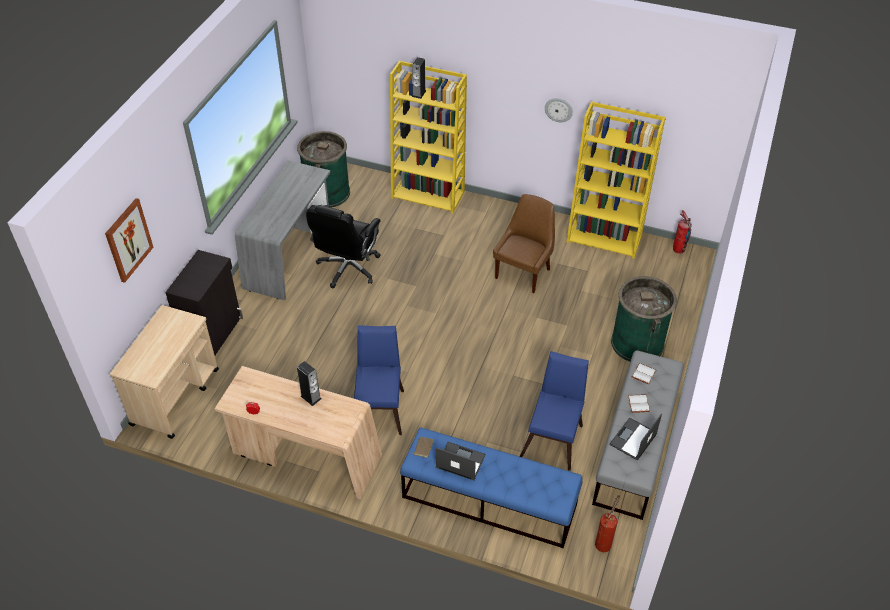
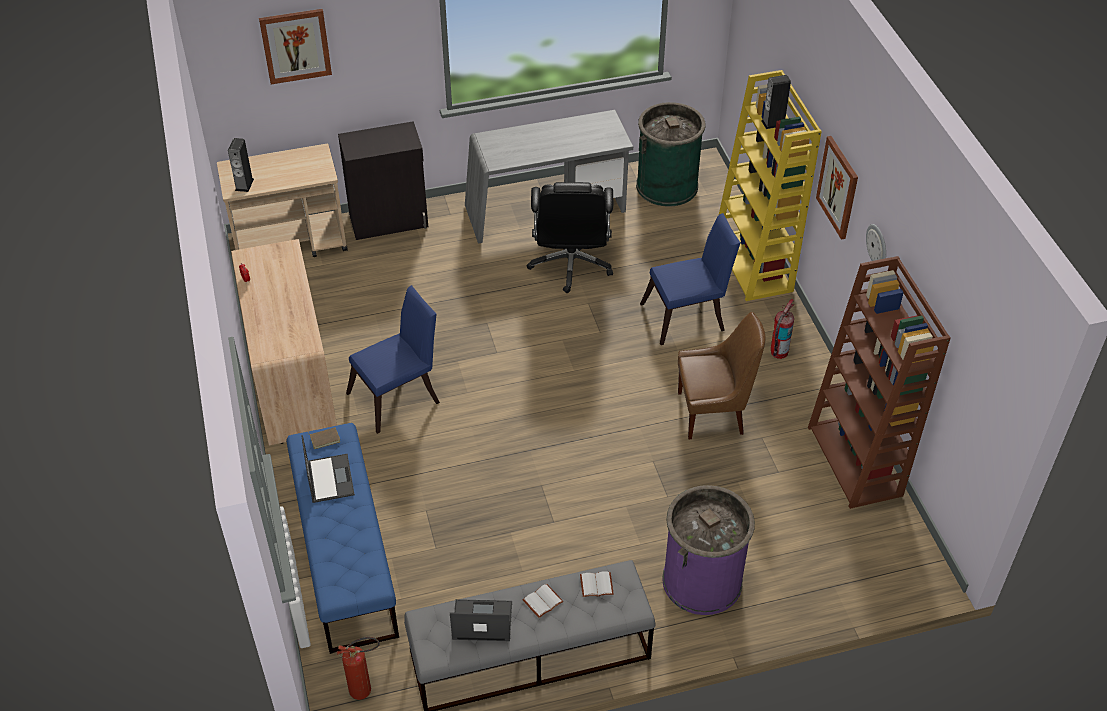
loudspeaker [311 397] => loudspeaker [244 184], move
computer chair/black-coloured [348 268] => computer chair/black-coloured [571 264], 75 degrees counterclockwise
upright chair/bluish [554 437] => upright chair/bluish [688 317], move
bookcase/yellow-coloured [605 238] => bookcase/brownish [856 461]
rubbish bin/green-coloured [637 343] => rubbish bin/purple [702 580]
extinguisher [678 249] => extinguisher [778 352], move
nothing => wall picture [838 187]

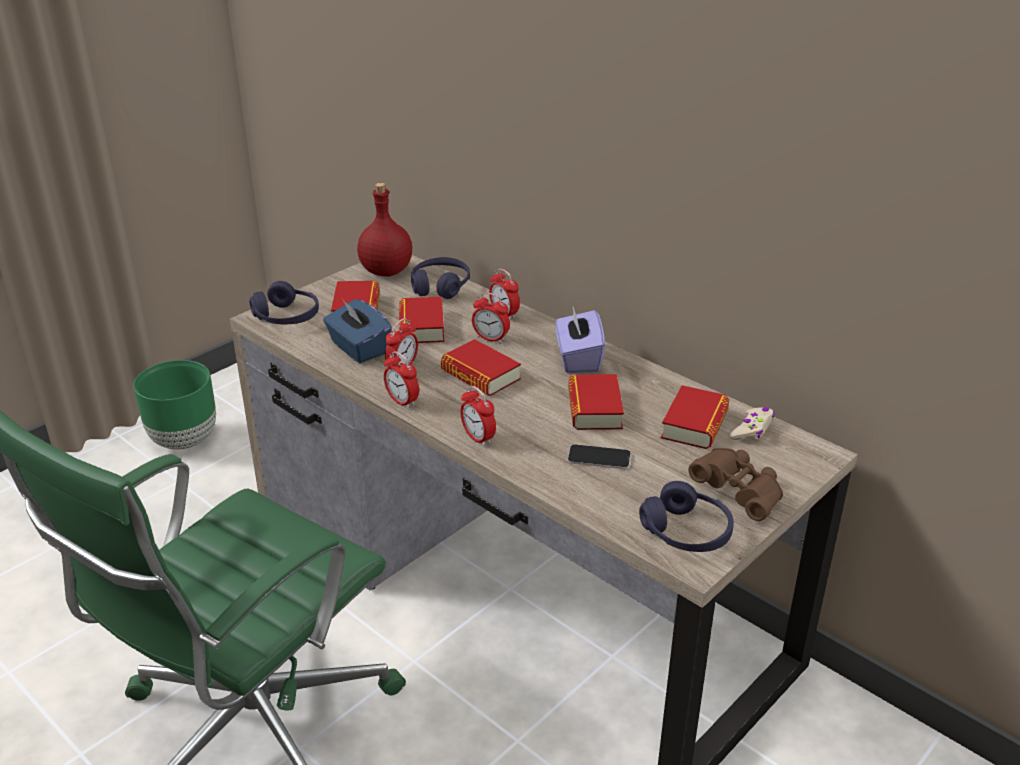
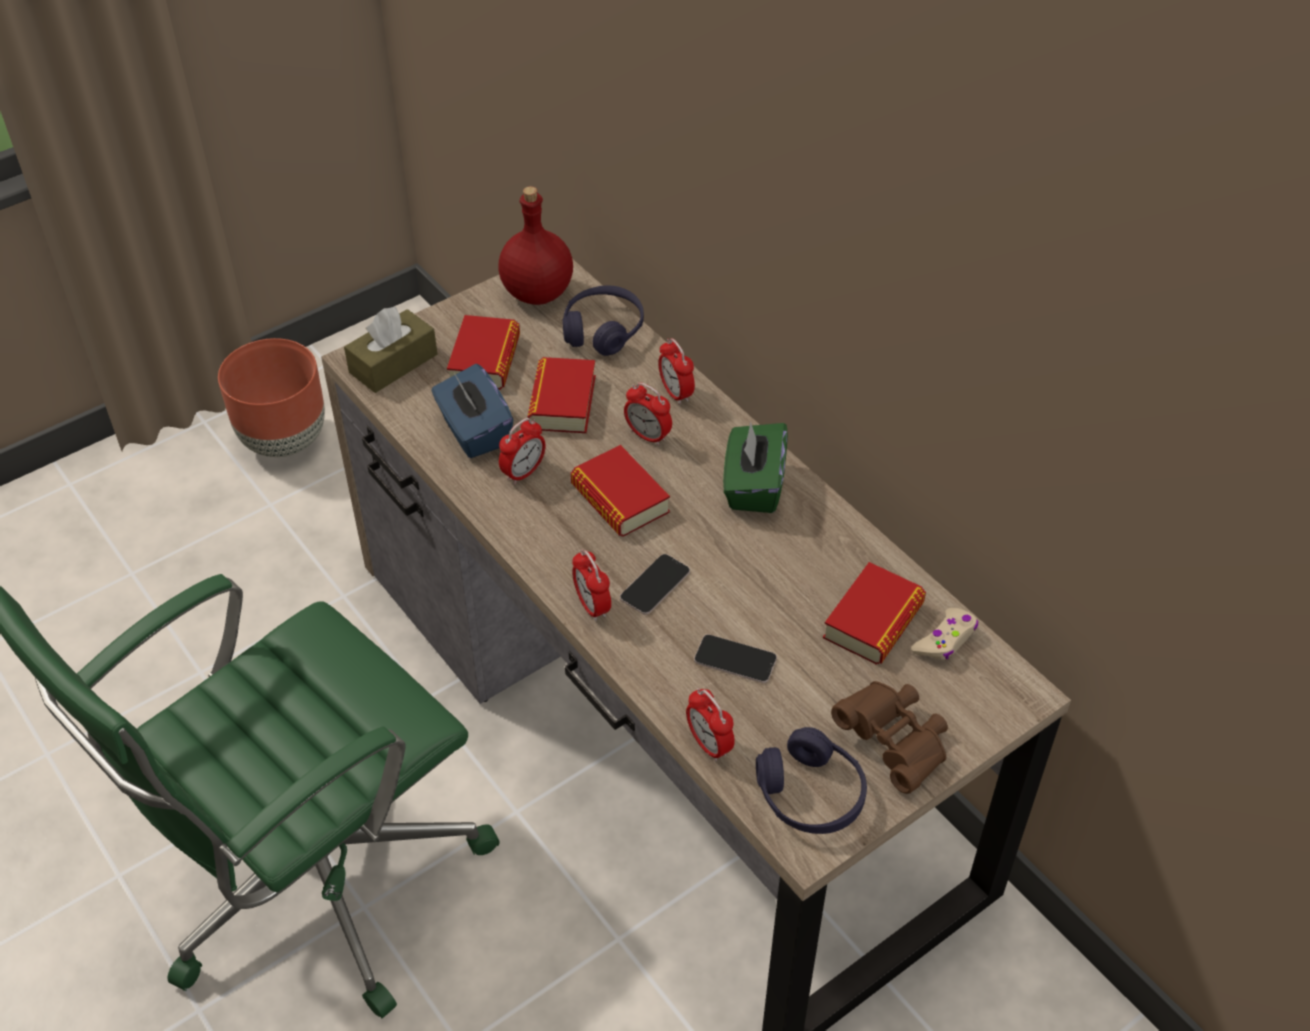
planter/green-coloured [184 440] => planter/brownish [284 441]
headphones/purple [287 317] => box of tissues/brownish [393 363]
alarm clock [402 401] => alarm clock [709 744], move
box of tissues/purple [578 359] => box of tissues/green-coloured [753 486]
volume [594 409] => nothing
nothing => phone [655 585]

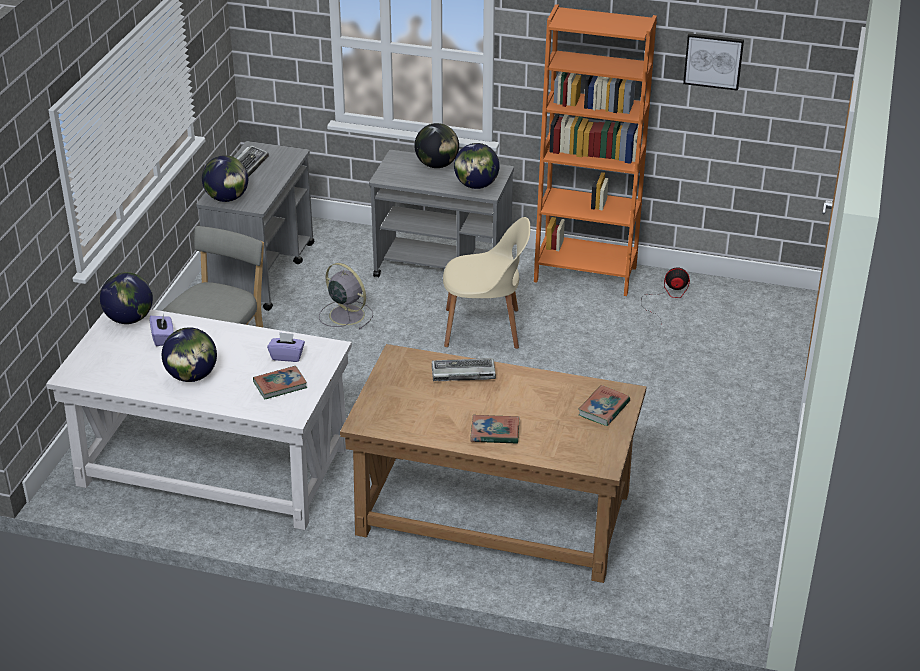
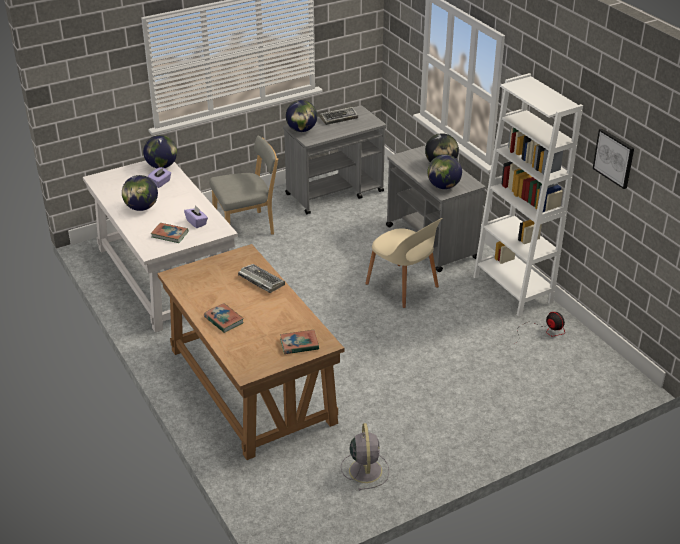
cooling fan/gray [345 314] => cooling fan/gray [365 469], move
bookcase/orangey [585 274] => bookcase/whitish [512 289]

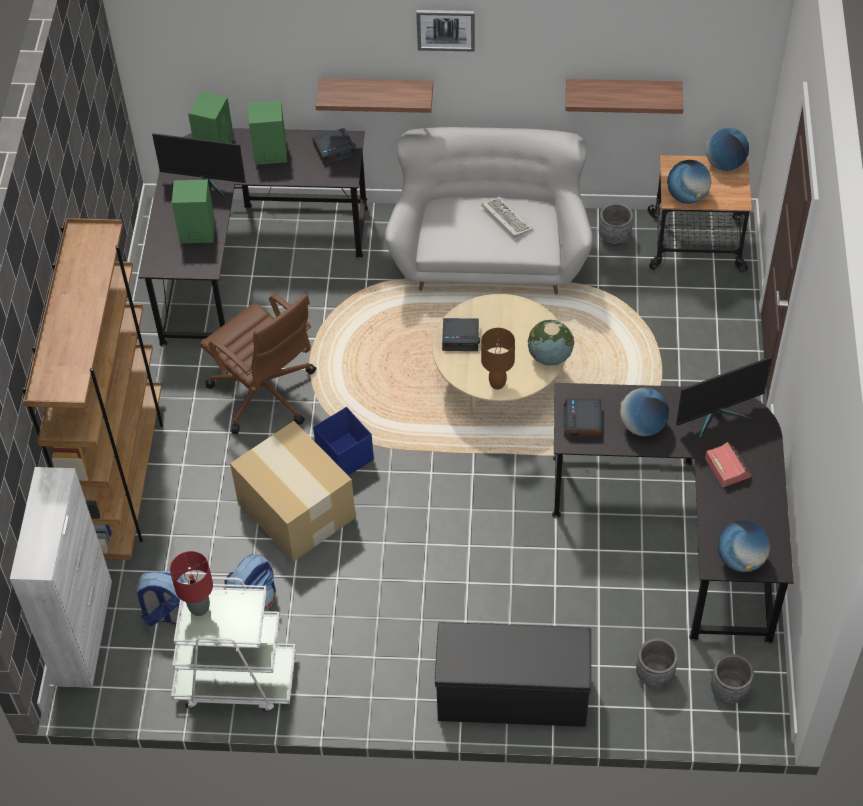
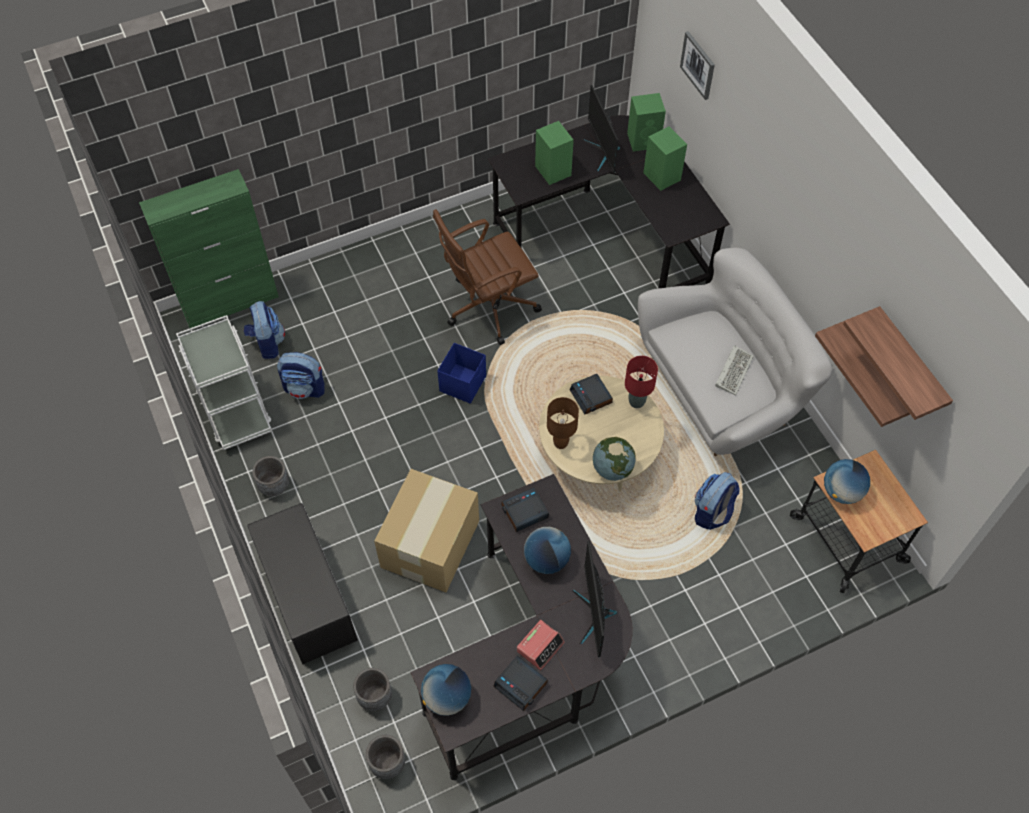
cupboard/whitish [84 632] => cupboard/green-coloured [230 302]
bookcase/brownish [124 480] => nothing
table lamp/red-coloured [199 607] => table lamp/red-coloured [637 402], move
computer chair/brownish [265 395] => computer chair/brownish [488 307], 45 degrees clockwise
cardboard box [296 508] => cardboard box [431 543], move
alarm clock [334 150] => alarm clock [521 684], move
shelf [376 92] => shelf [910 362], move
wall picture [446 29] => wall picture [698 65], move
planter/gray [614 237] => planter/gray [274 485], move
computer screen [717 415] => computer screen [594 615], 45 degrees clockwise
desk globe [724 164] => nothing
nothing => rucksack [712 512]

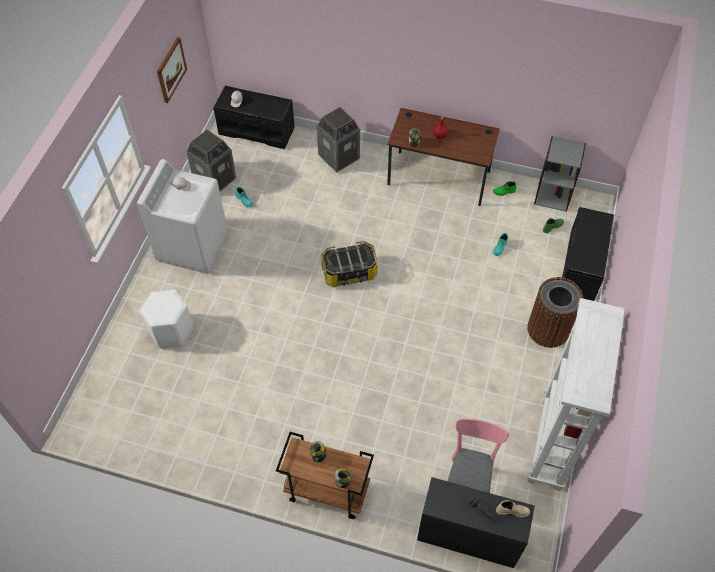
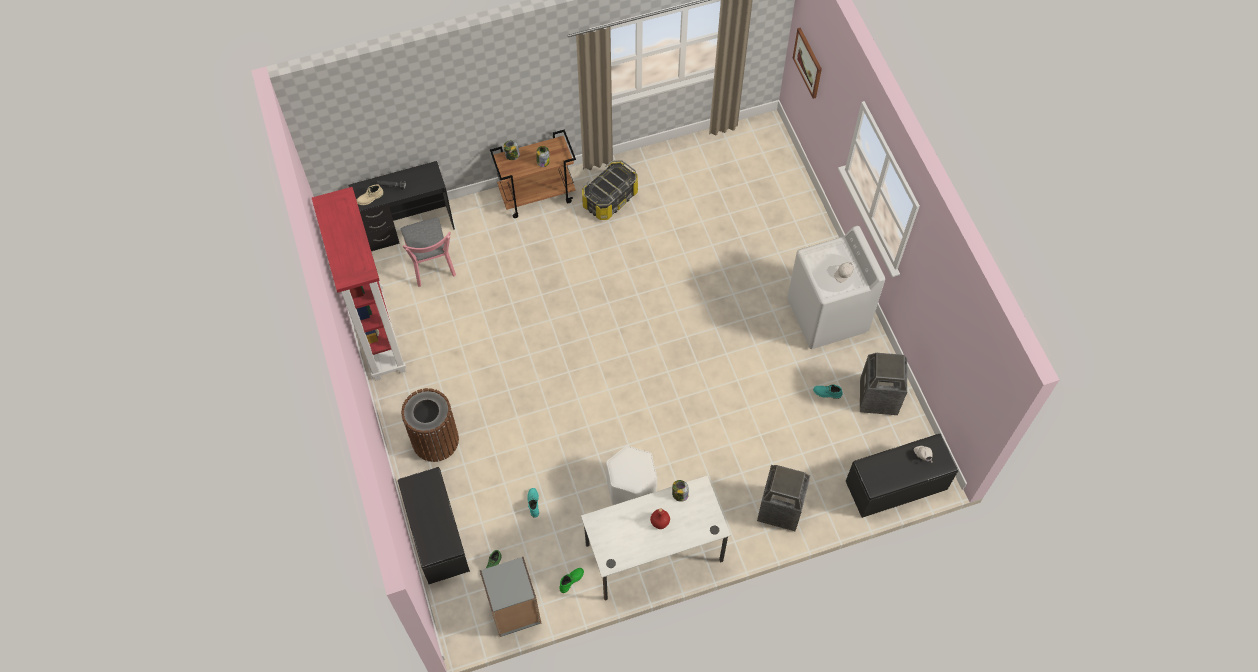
stool seat/whitish [171 330] => stool seat/whitish [632 488], move
wall picture [171 70] => wall picture [808 62], move
storage box [349 272] => storage box [610 199], move
desk/brownish [439 178] => desk/whitish [654 552]
bookcase/whitish [552 443] => bookcase/red-coloured [378 335]

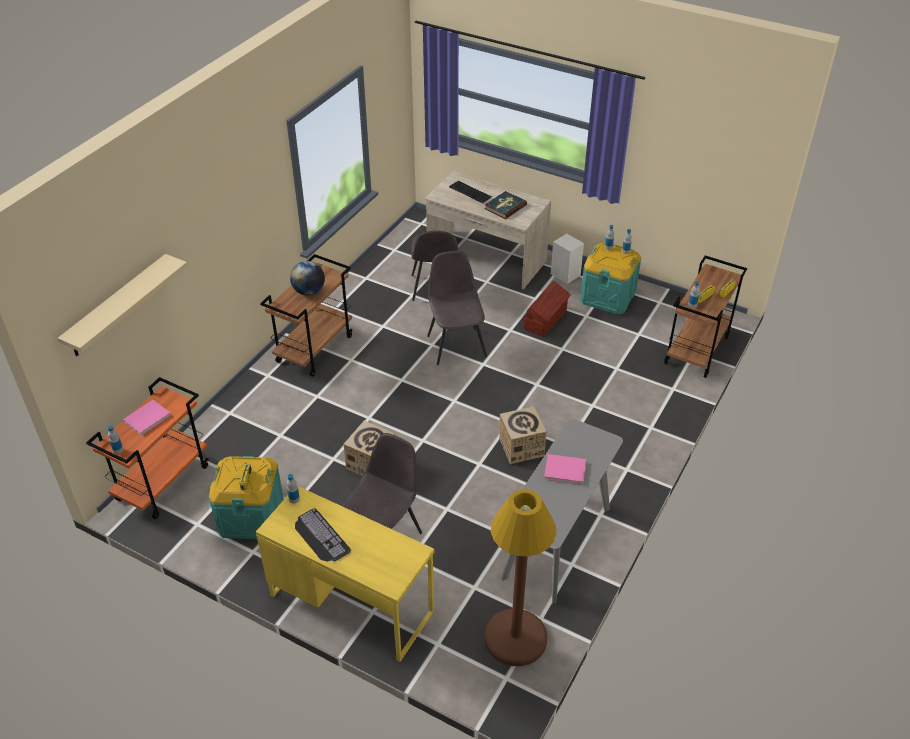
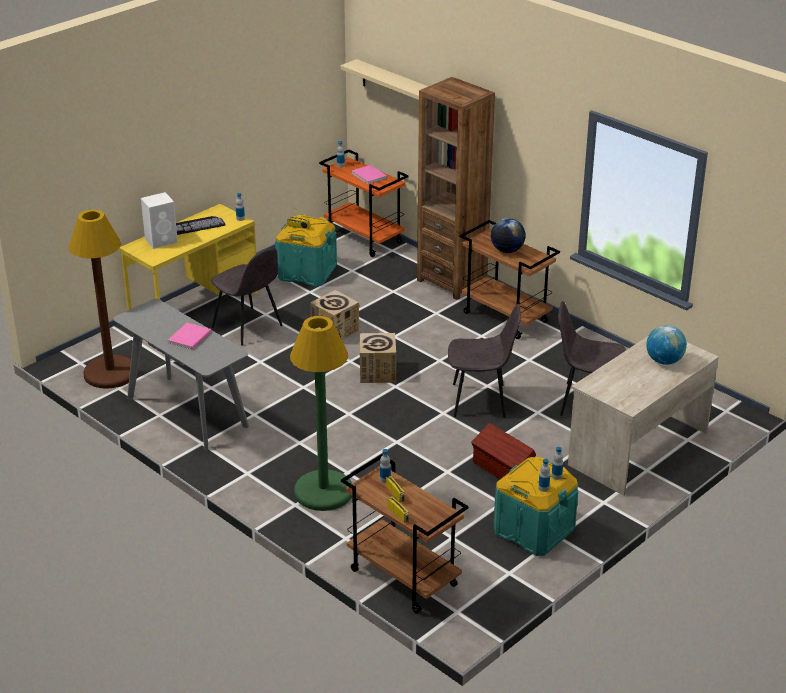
keyboard [470 192] => desk globe [664 361]
volume [505 207] => nothing
cardboard box [521 447] => cardboard box [377 372], move
loudspeaker/whitish [565 274] => loudspeaker/whitish [162 240], move
nothing => floor lamp/green-coloured [324 491]
nothing => bookcase/brownish [452 281]

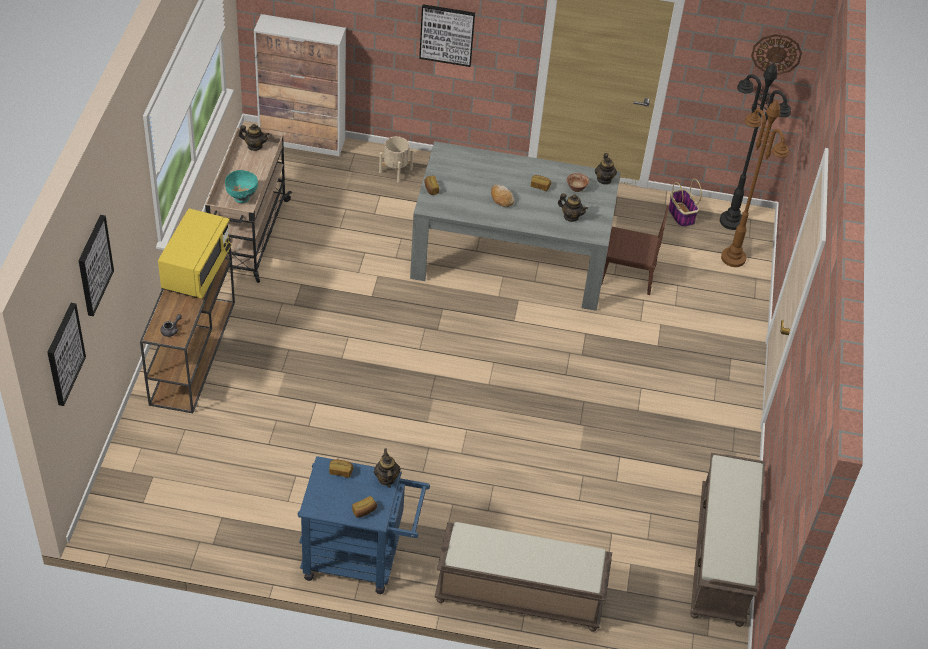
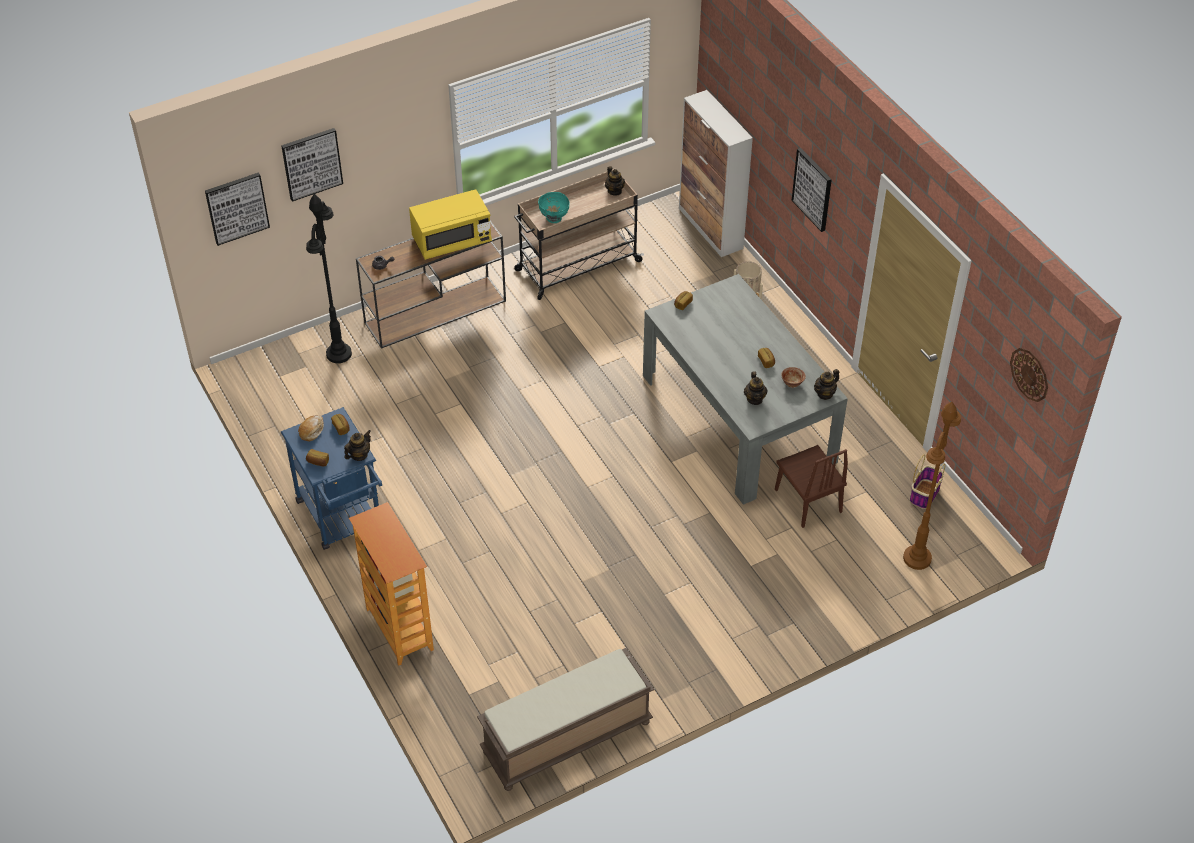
long seat/brownish [518 596] => bookcase [398 629]
bakery bread [501 198] => bakery bread [312 430], move
floor lamp/black-coloured [731 221] => floor lamp/black-coloured [339 353], move

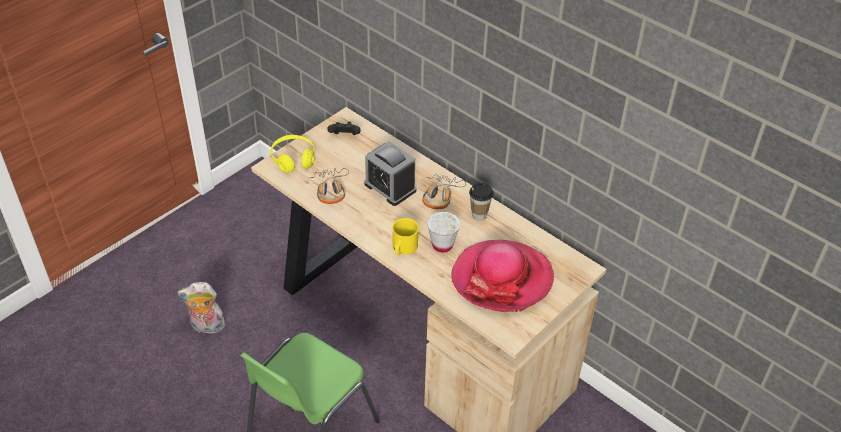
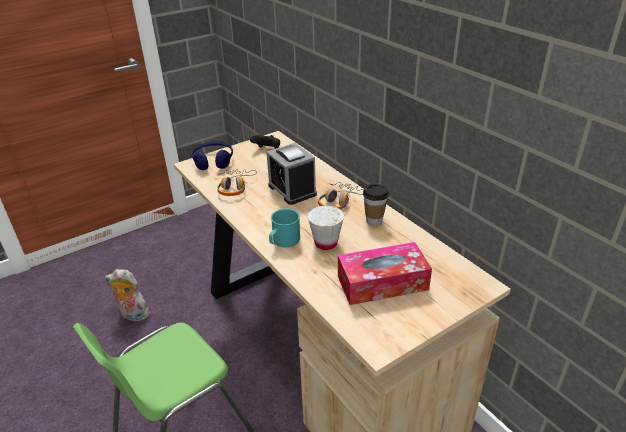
headphones/yellow-coloured [293 159] => headphones/bluish [213 161]
mug/yellow-coloured [403 248] => mug/turquoise [283 241]
clothing hat [502 278] => box of tissues [382 283]

